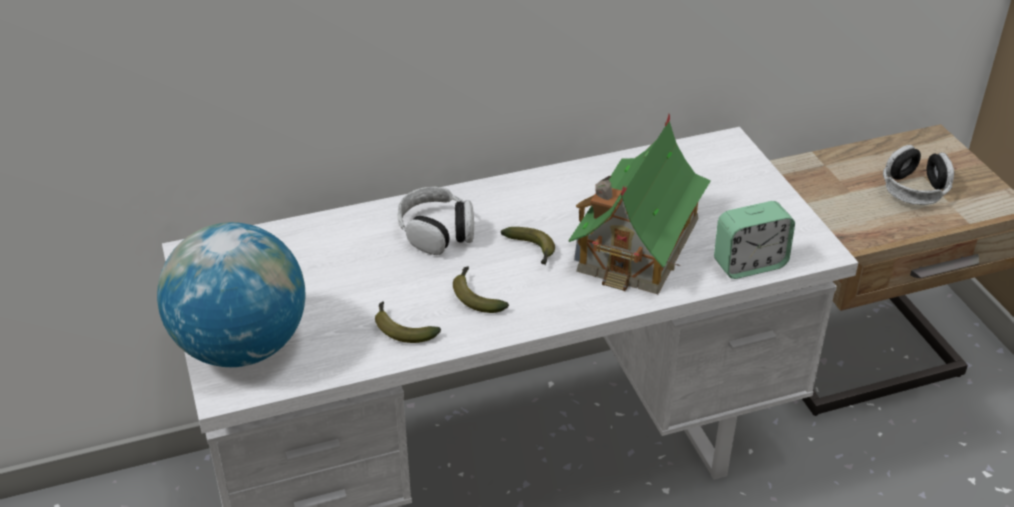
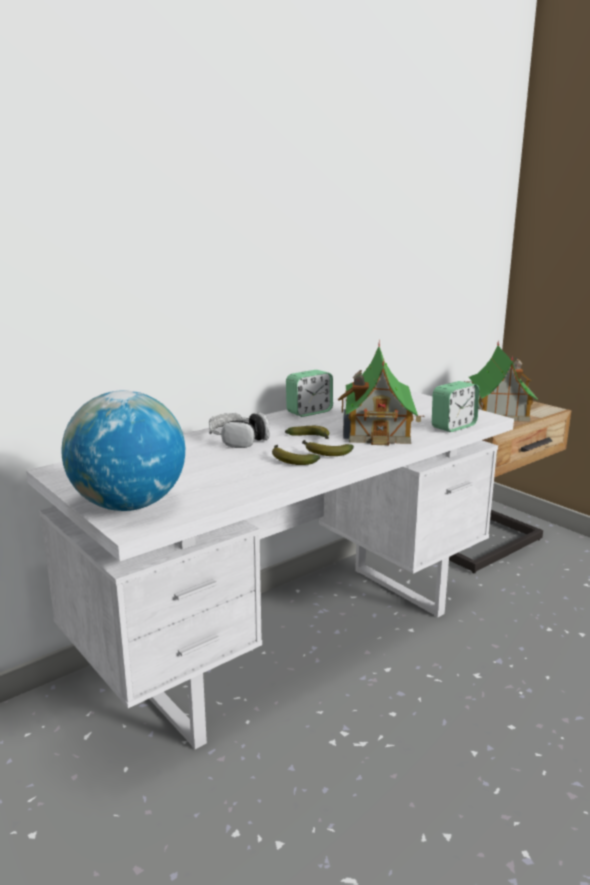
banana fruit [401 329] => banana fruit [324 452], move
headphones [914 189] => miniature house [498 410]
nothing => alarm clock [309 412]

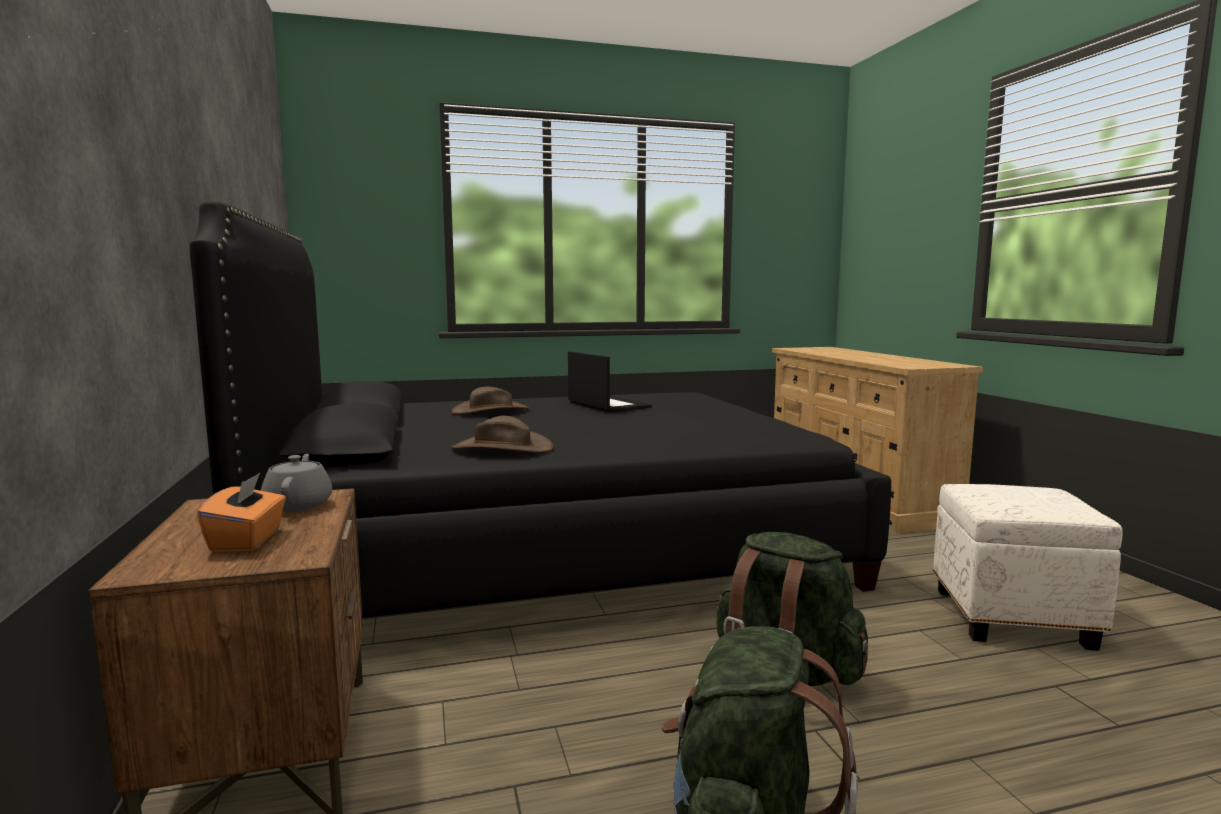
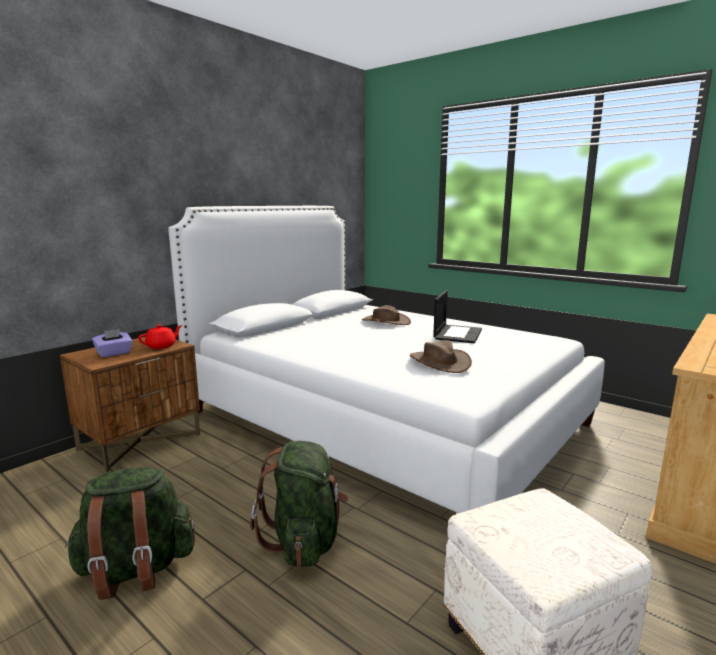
bedroom bed/black-coloured [551 547] => bedroom bed/whitish [383 417]
box of tissues/orangey [247 540] => box of tissues/purple [114 353]
pot for tea/gray [299 505] => pot for tea/red-coloured [162 346]
clothing hat/brownish [502 448] => clothing hat/brownish [439 362], move

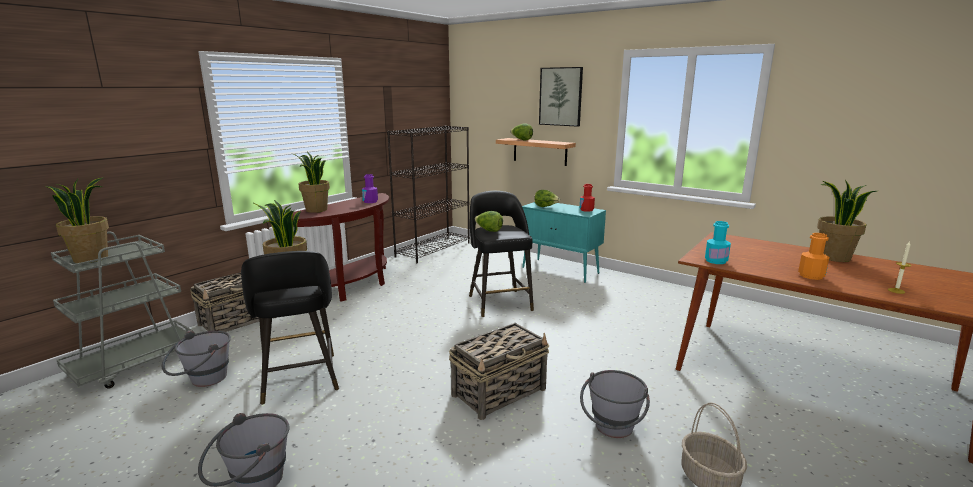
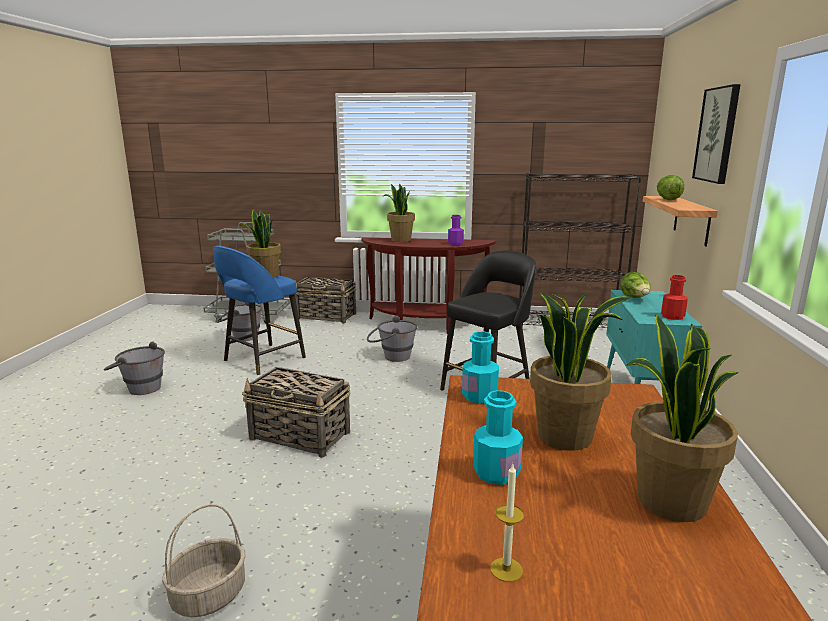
plant in a pot [91 258] => plant in a pot [565 436], move
stool seat/black-coloured [299 379] => stool seat/bluish [262 360]
head of lettuce [488 231] => nothing
water bucket/gray [612 431] => water bucket/gray [391 357], move
bottle/orangey [811 276] => bottle/turquoise [496 473]

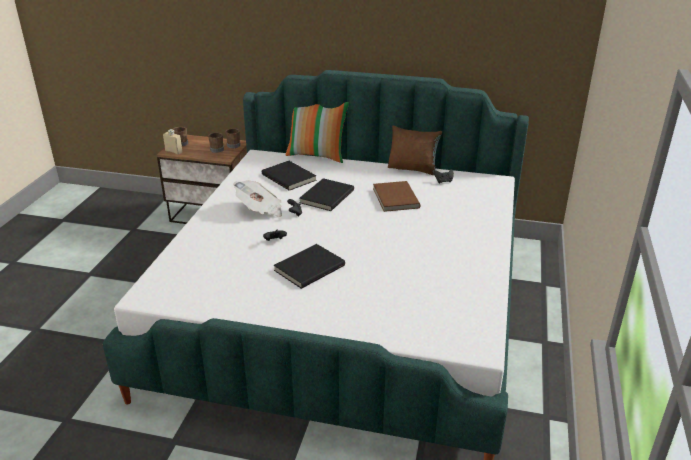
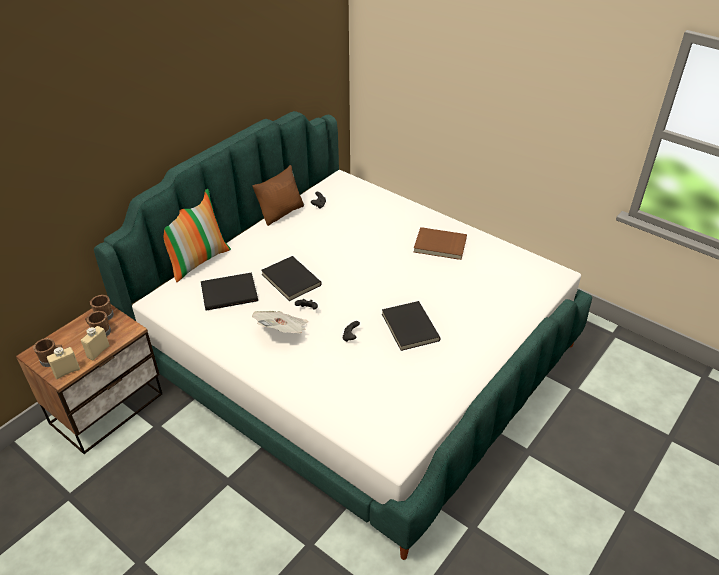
volume/brownish [394 198] => volume/brownish [440 245], move
nothing => bottle/beige-coloured [98 351]

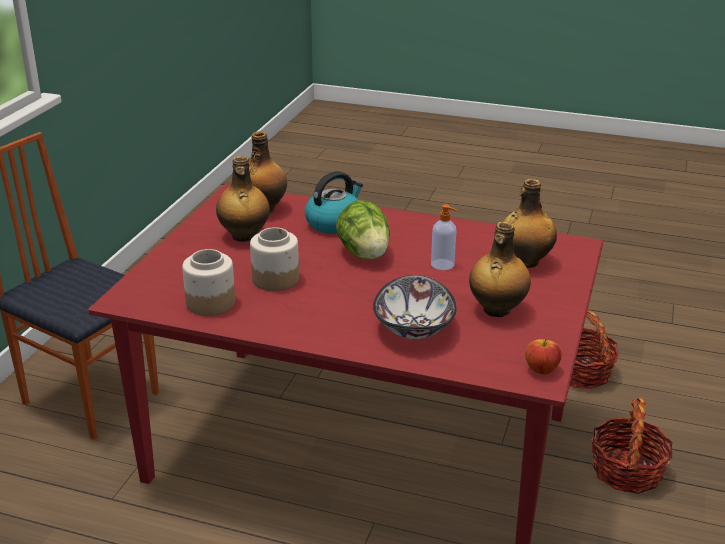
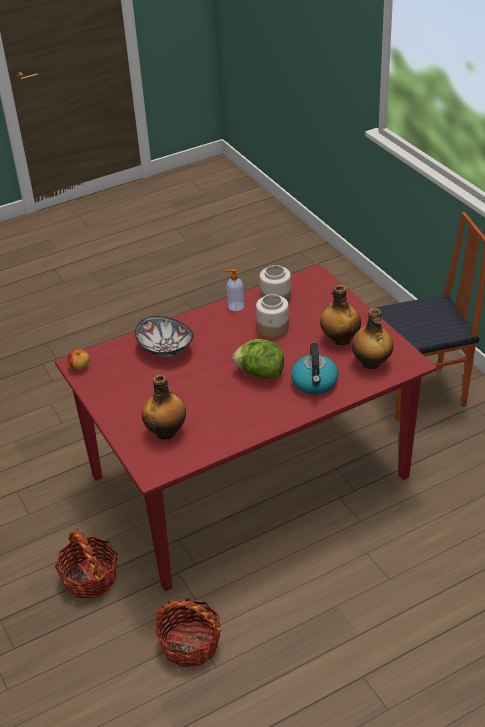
liquid soap bottle [443 265] => liquid soap bottle [235 306], move
bottle [496 310] => nothing

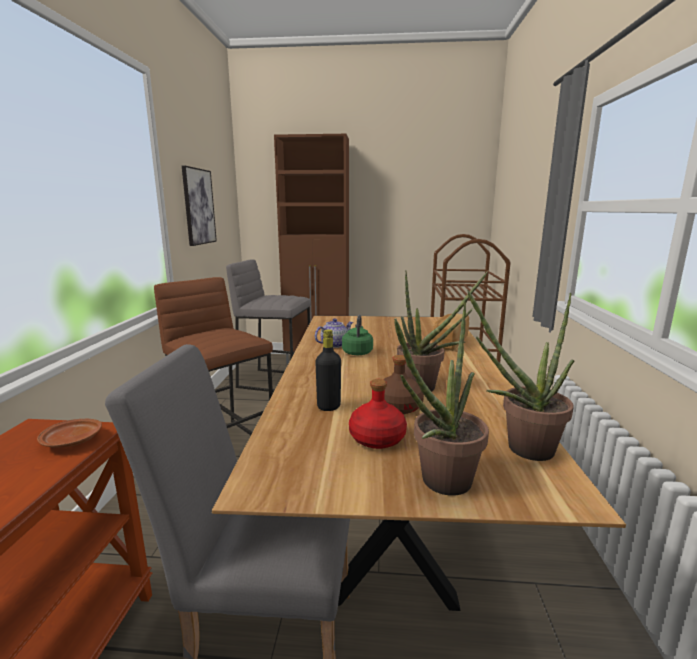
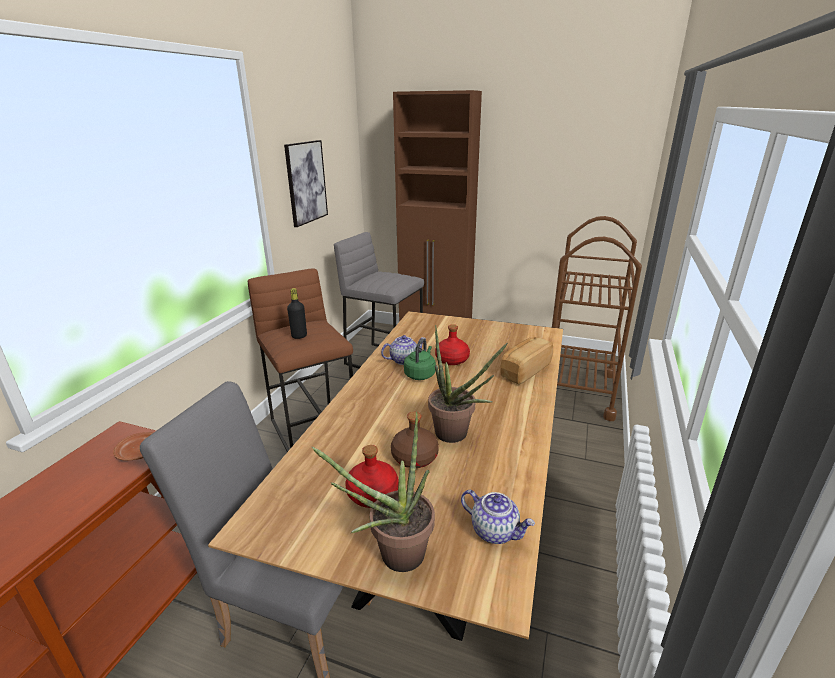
bottle/black-coloured [328 406] => bottle/black-coloured [299 336], move
plant in a pot [520 448] => pot for tea [495 531]
nothing => bottle/red-coloured [452 359]

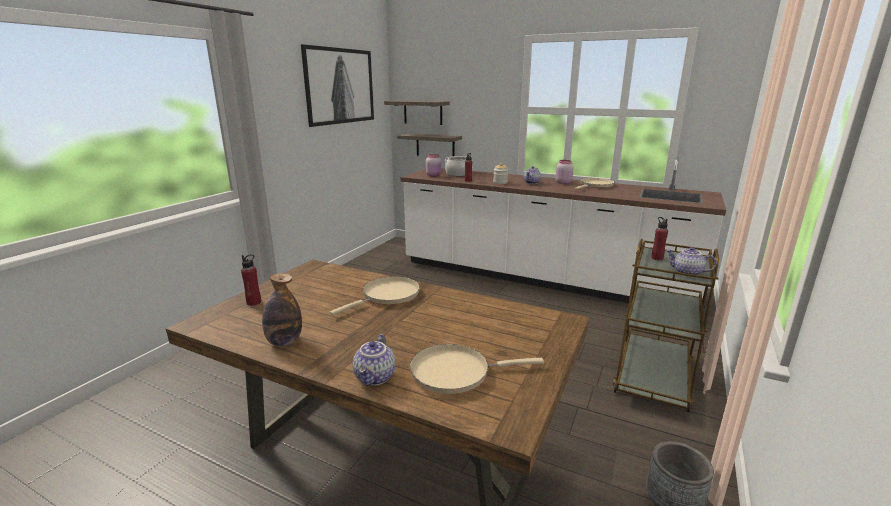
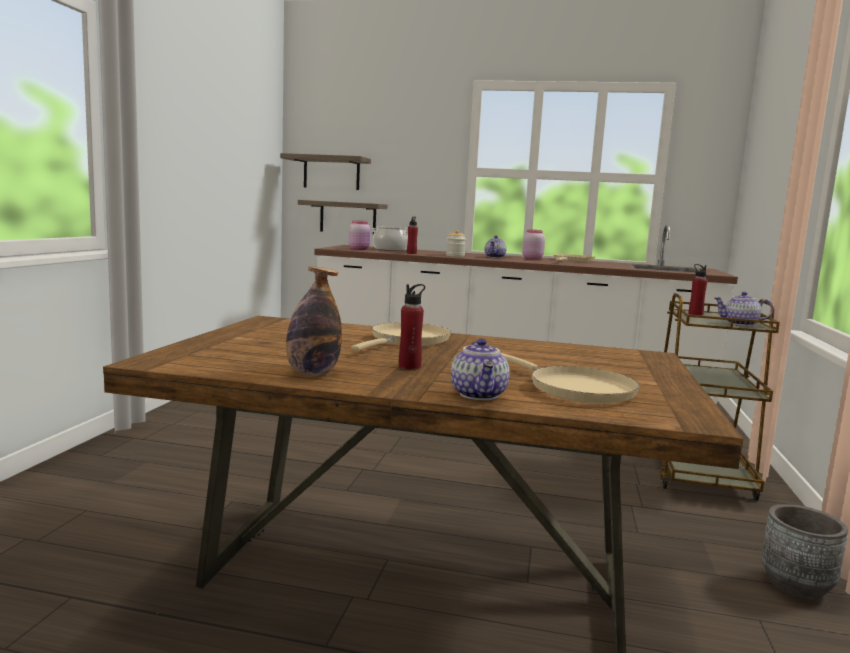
bottle/red-coloured [254 302] => bottle/red-coloured [409 366], move
wall picture [340 86] => nothing
pan/beige-coloured [456 372] => pan/beige-coloured [575 389], 105 degrees counterclockwise

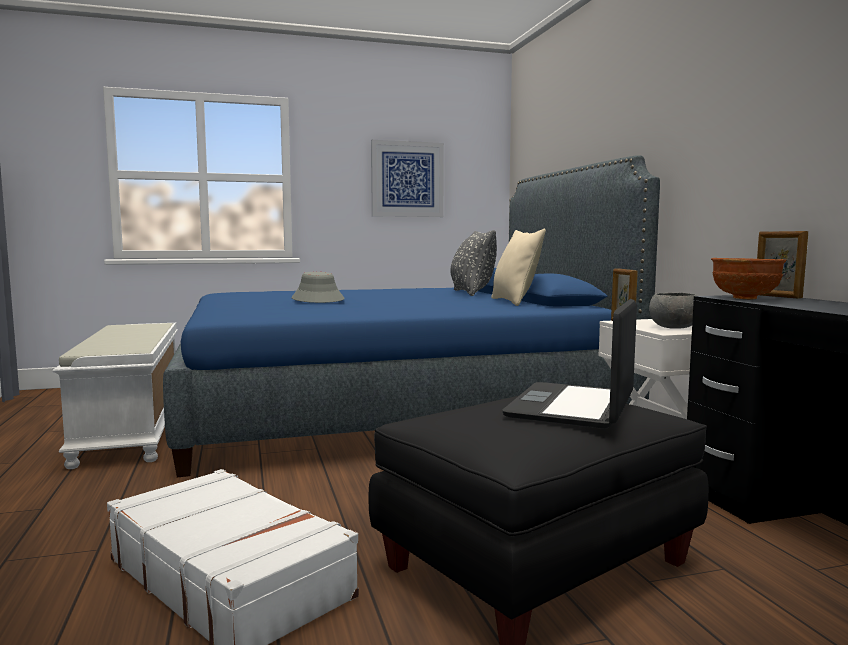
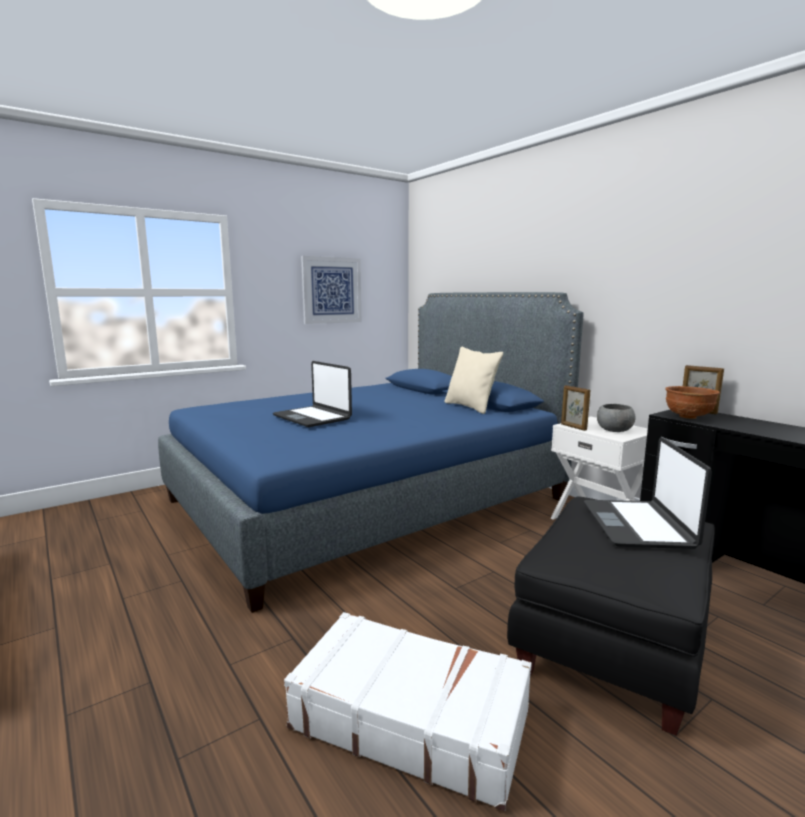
long seat/whitish [133 429] => nothing
clothing hat/gray [318 299] => laptop [312 417]
throw pillow/gray [472 293] => nothing

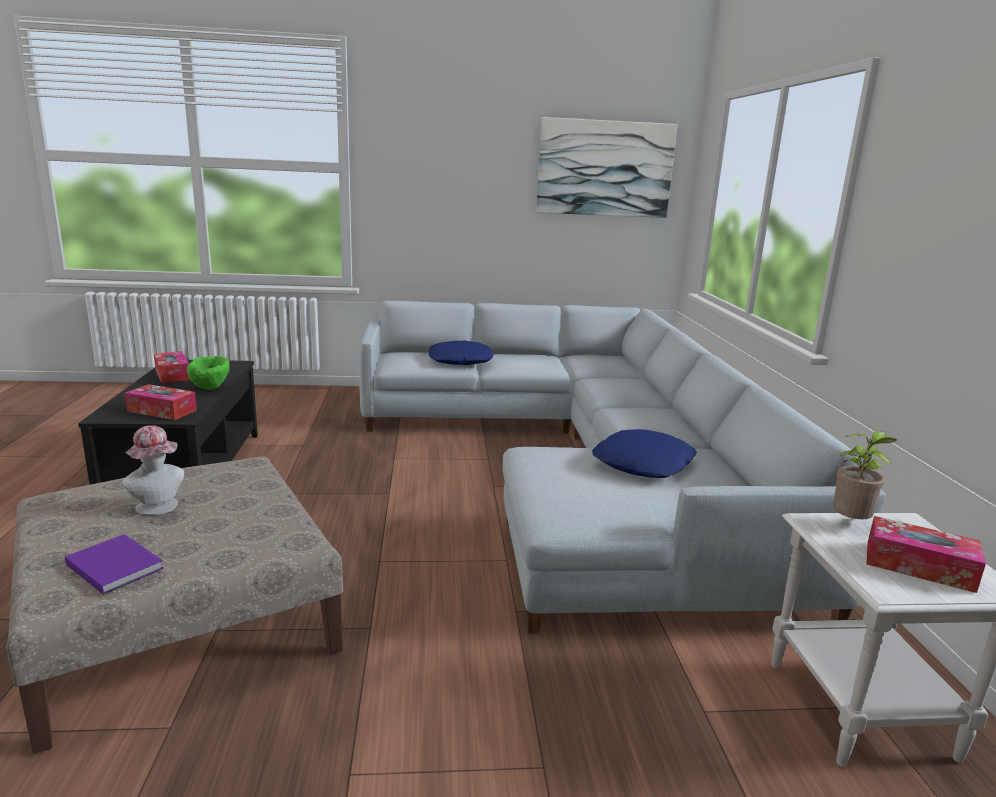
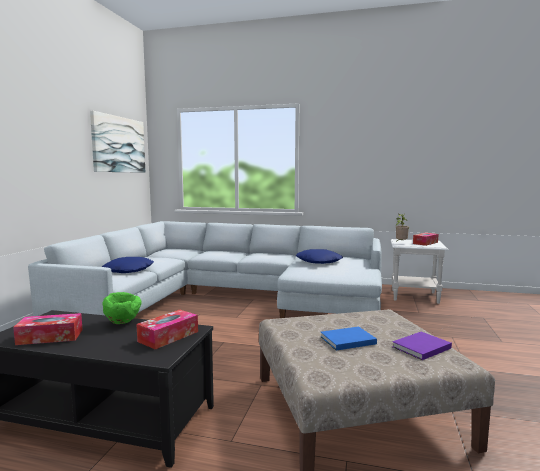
clothing hat [159 508] => volume/bluish [346 340]

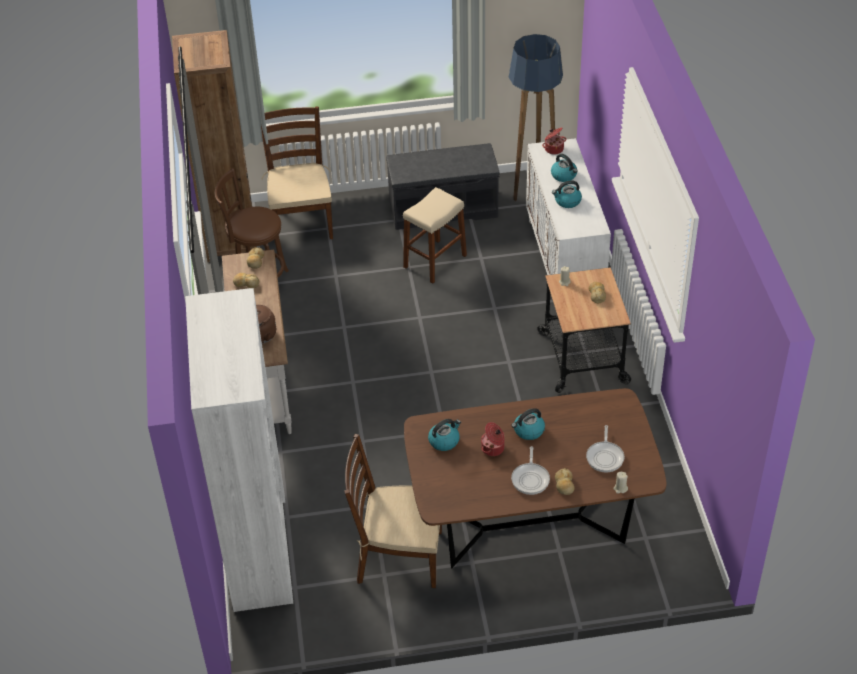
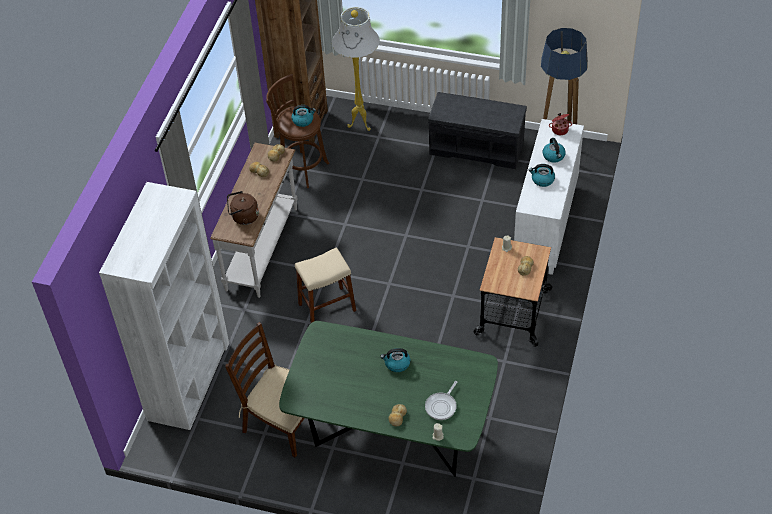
upright chair/brownish [301 221] => floor lamp/whitish [361 125]
stool seat/beige-coloured [435 261] => stool seat/beige-coloured [327 307], move
dinner table/brownish [530 523] => dinner table/green-coloured [393 433]
water kettle [444 441] => water kettle [303 120], move
cooking pot [493 448] => nothing
pan [530 478] => nothing

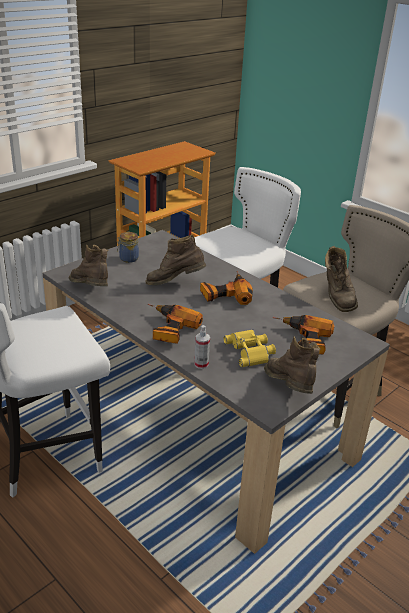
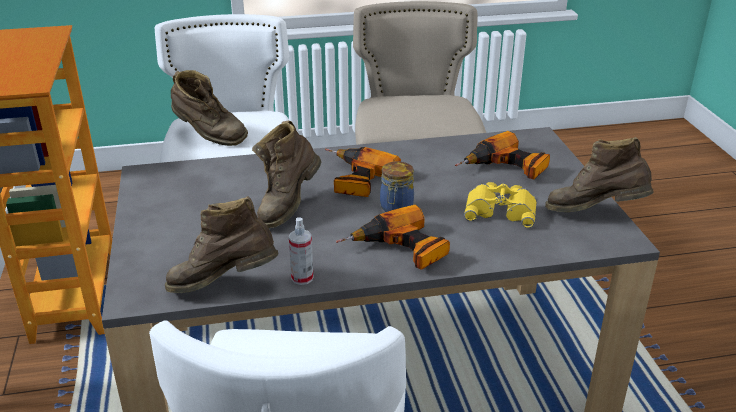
jar [128 259] => jar [396 208], move
sprayer [201 364] => sprayer [302 278], move
boot/brownish [337 298] => boot/brownish [208 136], move

